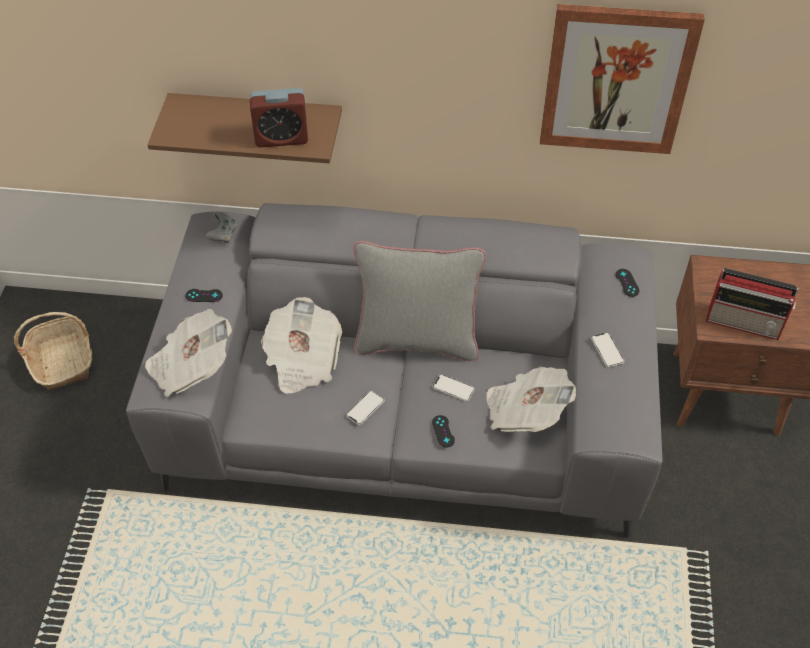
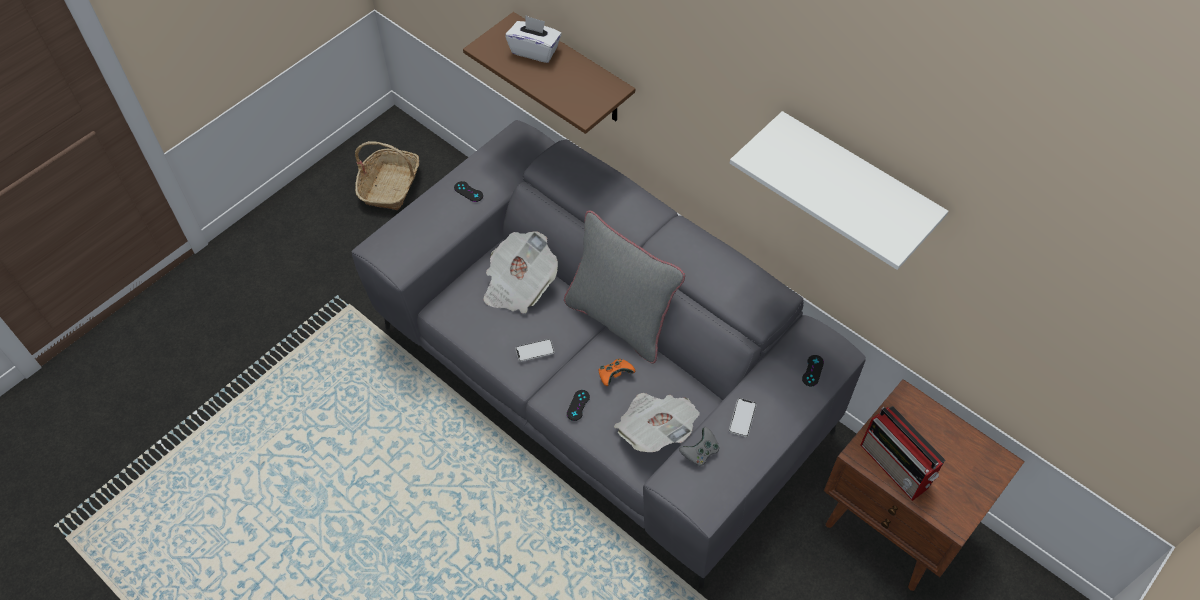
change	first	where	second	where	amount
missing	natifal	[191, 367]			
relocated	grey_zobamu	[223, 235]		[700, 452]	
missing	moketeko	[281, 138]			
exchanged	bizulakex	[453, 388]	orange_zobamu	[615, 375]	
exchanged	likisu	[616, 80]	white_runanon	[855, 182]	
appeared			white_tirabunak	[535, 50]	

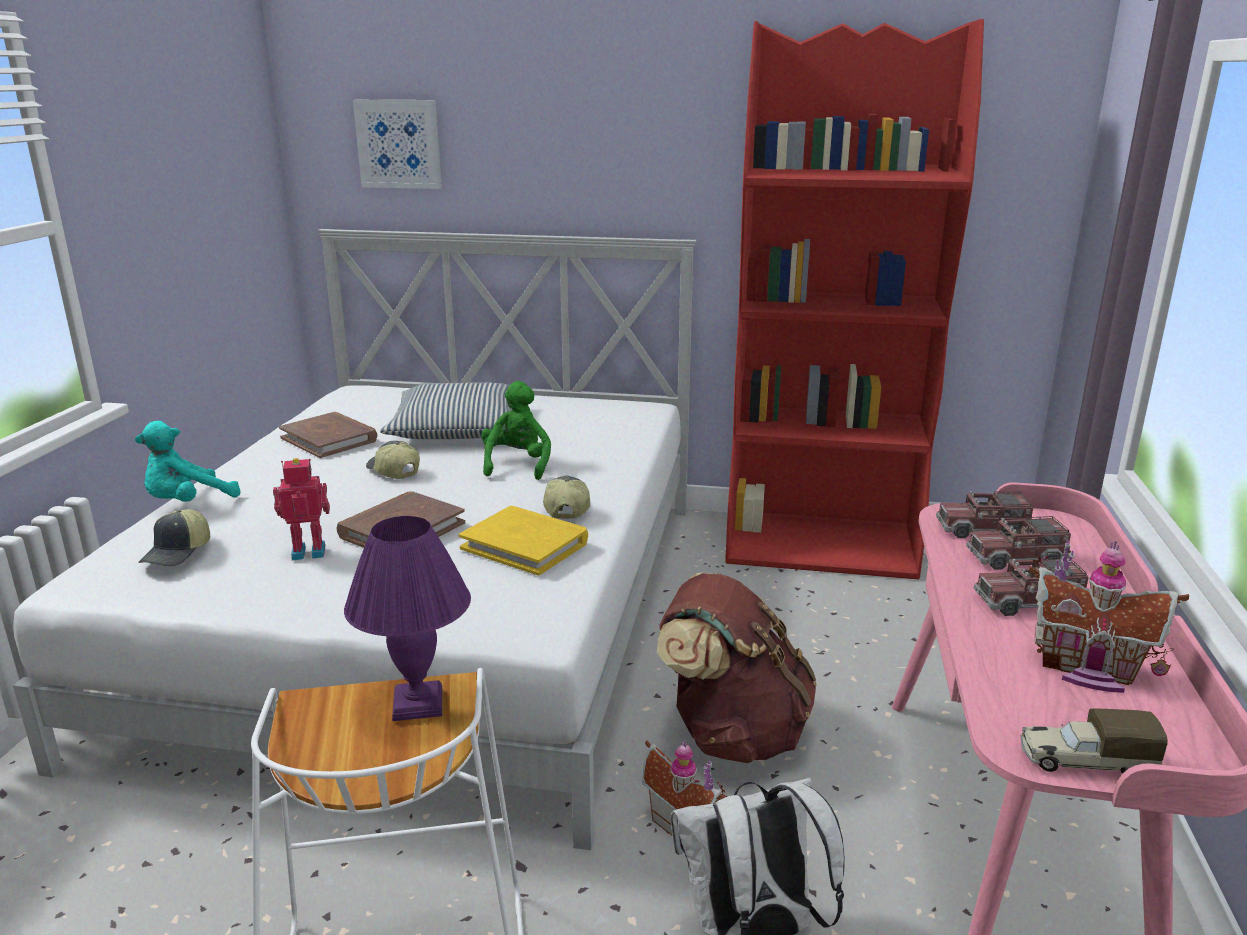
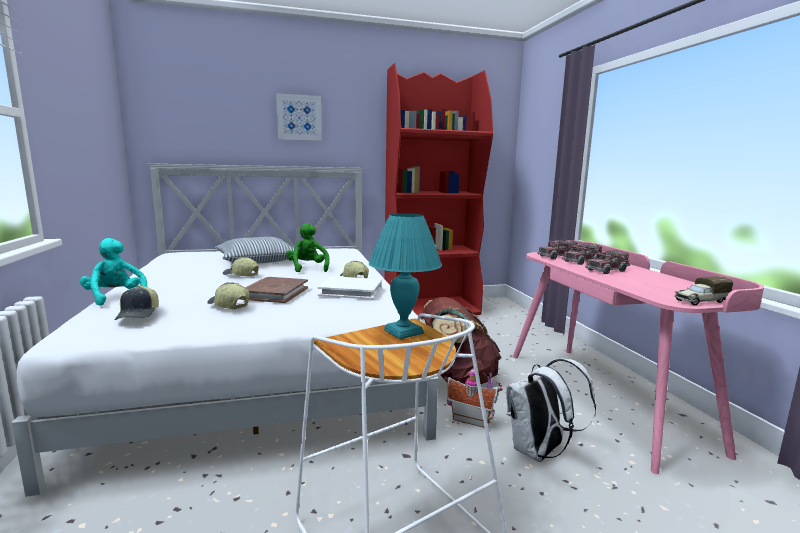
change	first	where	second	where	amount
spun	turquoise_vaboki	[188, 503]		[116, 298]	120 degrees clockwise
exchanged	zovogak	[309, 551]	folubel	[228, 305]	
missing	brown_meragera	[329, 439]			
colour	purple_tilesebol	[416, 704]	turquoise_tilesebol	[403, 332]	
relocated	likisu	[399, 144]		[299, 117]	
colour	yellow_meragera	[525, 545]	white_meragera	[351, 291]	
missing	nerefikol	[1088, 672]			

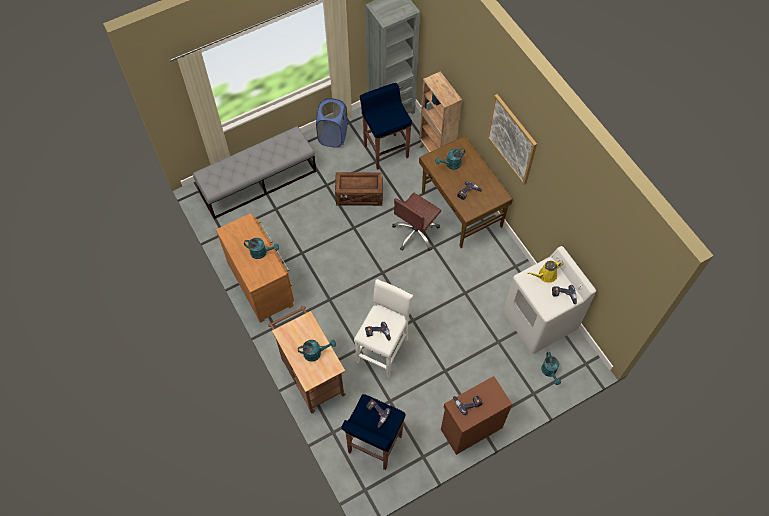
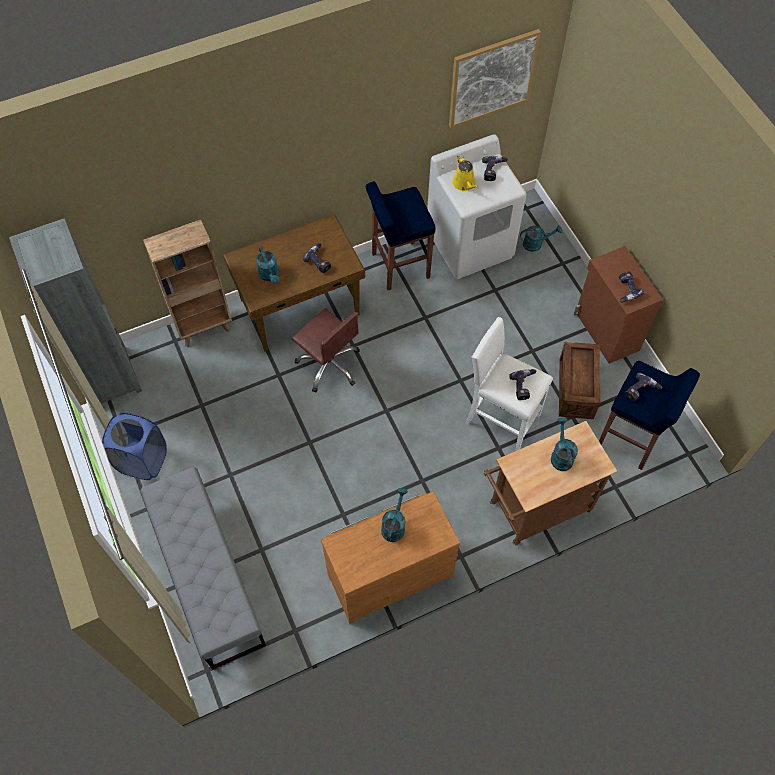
change	first	where	second	where	amount
relocated	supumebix	[359, 195]		[576, 389]	
relocated	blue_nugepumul	[386, 151]		[399, 266]	
relocated	likisu	[512, 139]		[492, 78]	

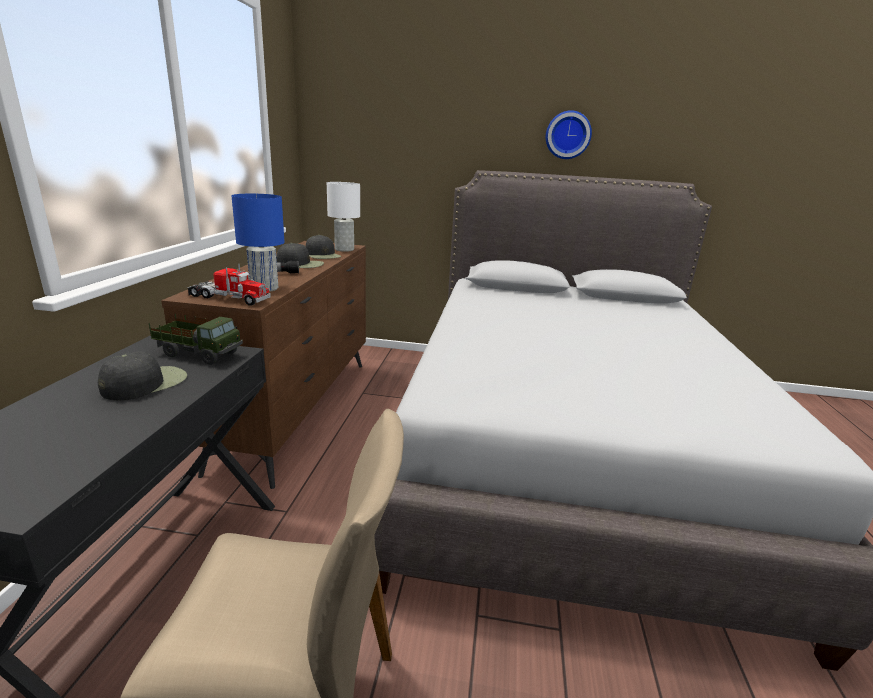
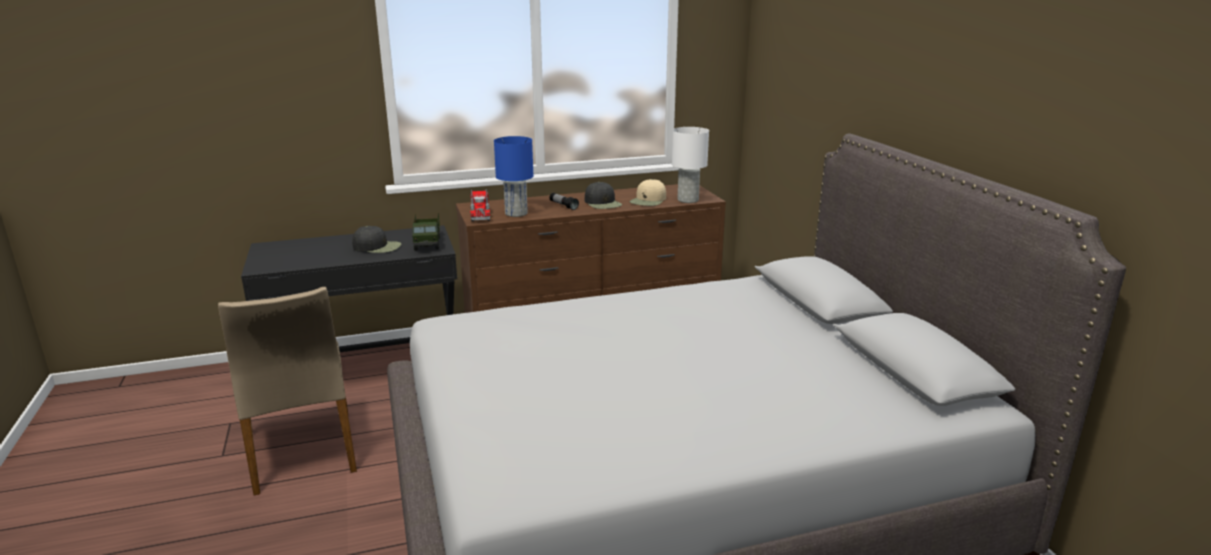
change	first	where	second	where	amount
colour	black_folubel	[323, 255]	beige_folubel	[648, 200]	
missing	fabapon	[568, 135]			

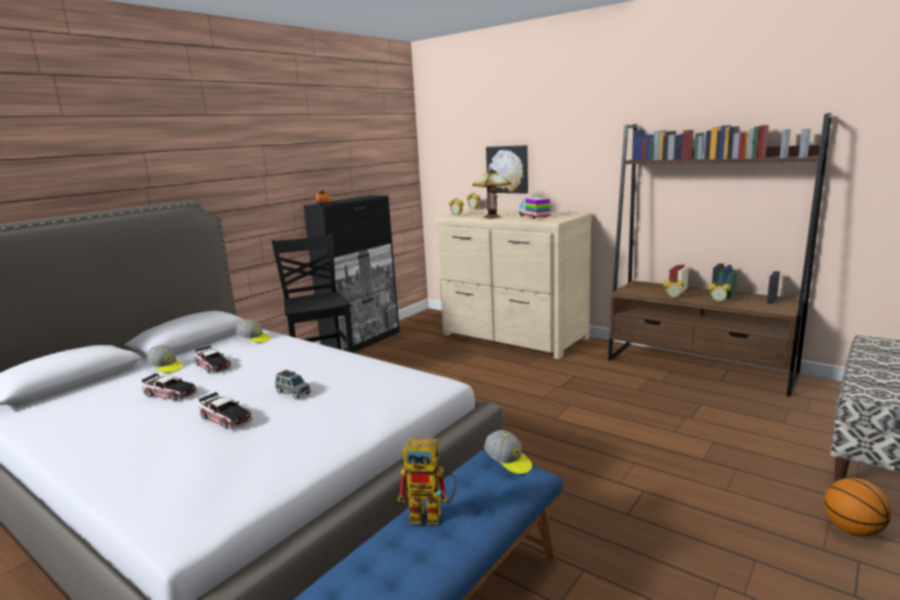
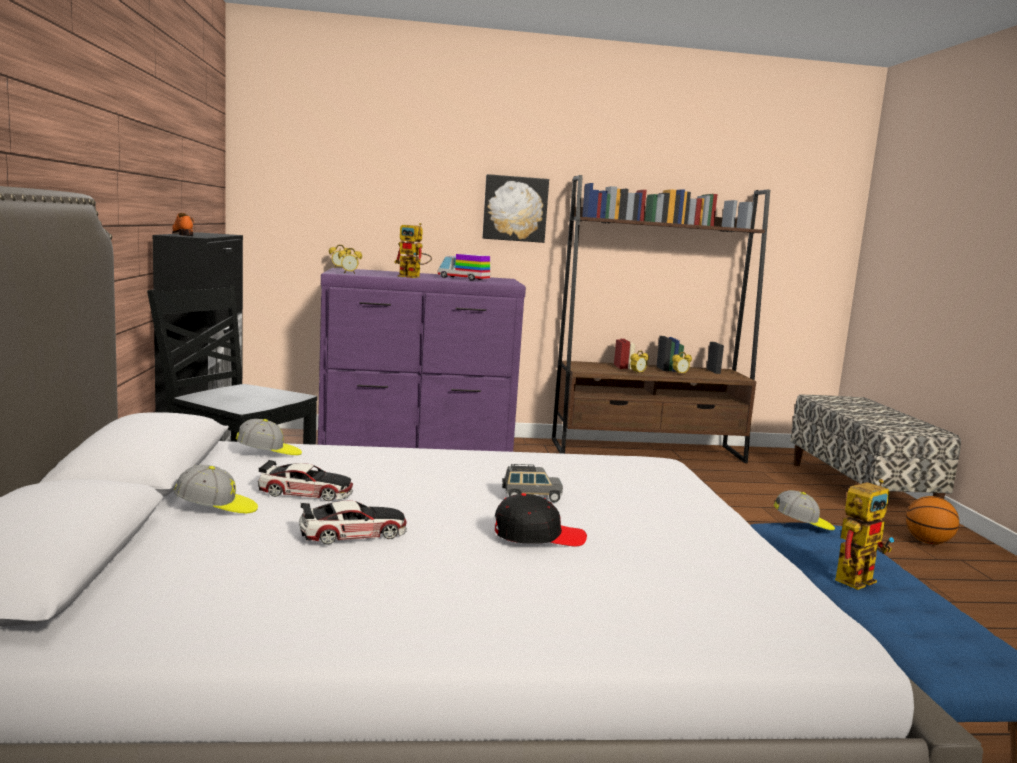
change	first	where	second	where	amount
exchanged	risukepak	[226, 418]	black_folubel	[538, 536]	
colour	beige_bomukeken	[513, 337]	purple_bomukeken	[417, 447]	
exchanged	tilesebol	[493, 217]	zovogak	[414, 277]	
relocated	likisu	[508, 169]		[515, 209]	

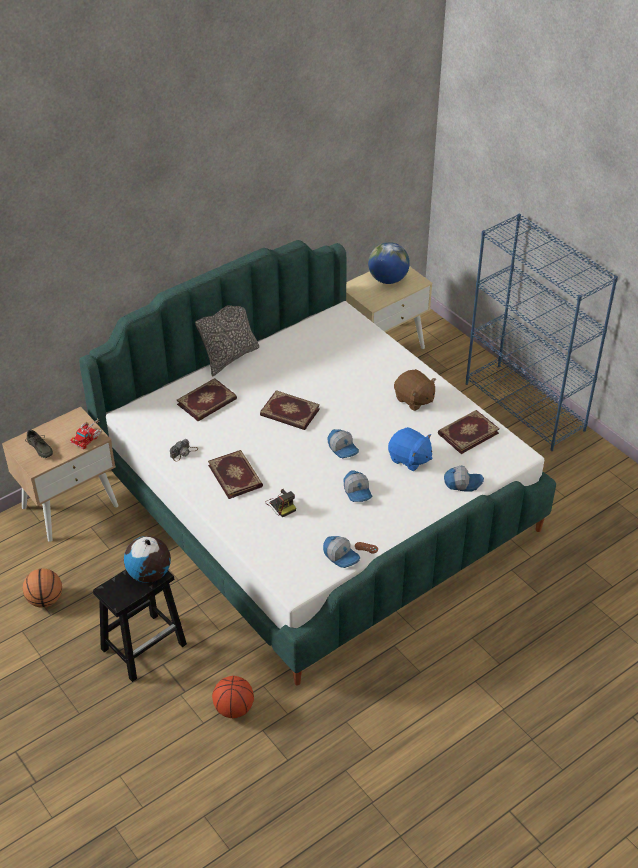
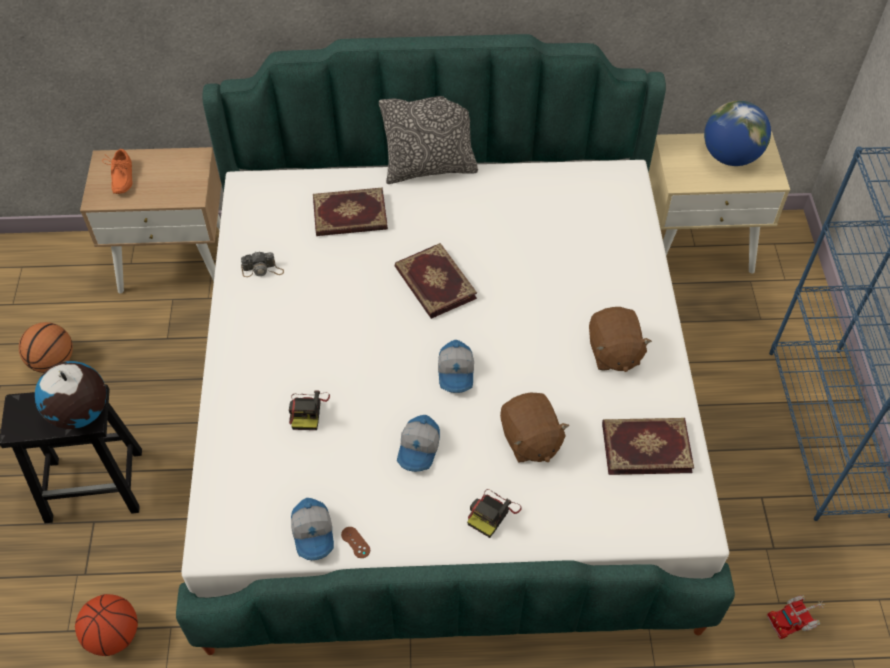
change	first	where	second	where	amount
colour	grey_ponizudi	[39, 449]	orange_ponizudi	[121, 178]	
relocated	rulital	[88, 437]		[795, 618]	
missing	meragera	[236, 475]			
colour	blue_vaboki	[409, 459]	brown_vaboki	[530, 440]	
missing	folubel	[462, 483]			
appeared			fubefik	[492, 513]	

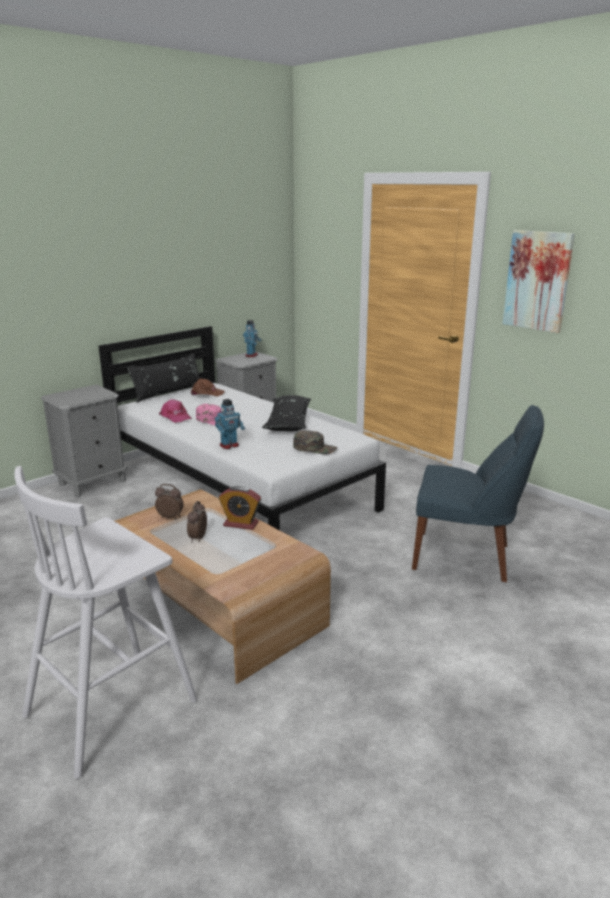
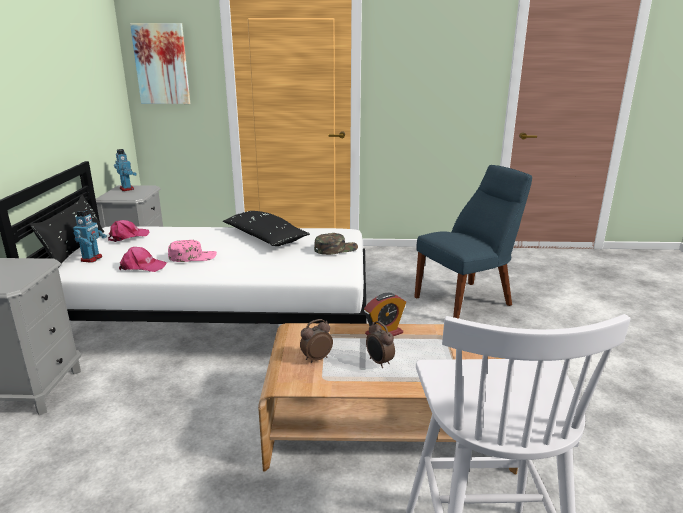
change	first	where	second	where	amount
colour	brown_folubel	[207, 393]	pink_folubel	[128, 236]	
relocated	zovogak	[229, 445]		[92, 259]	
relocated	likisu	[538, 281]		[161, 64]	

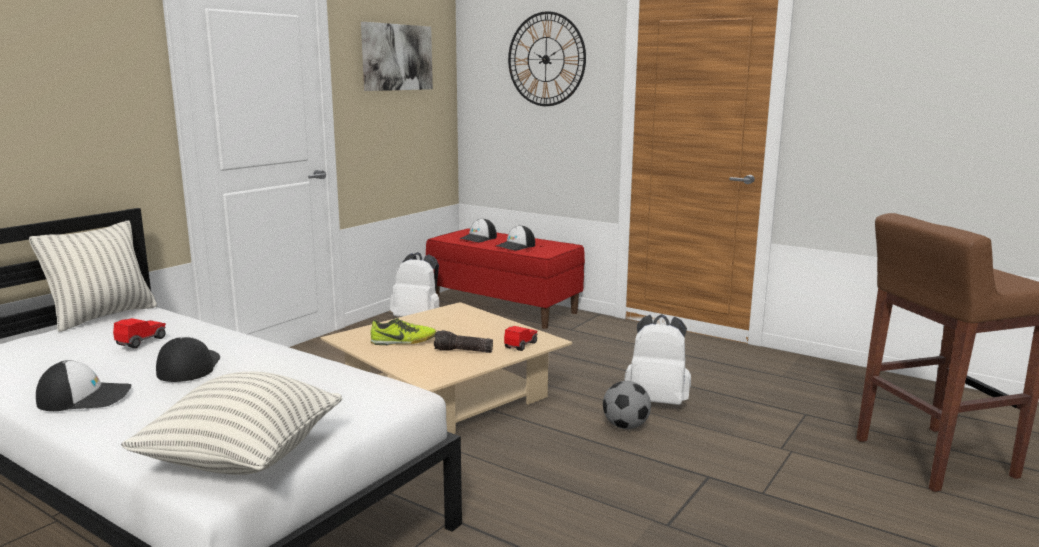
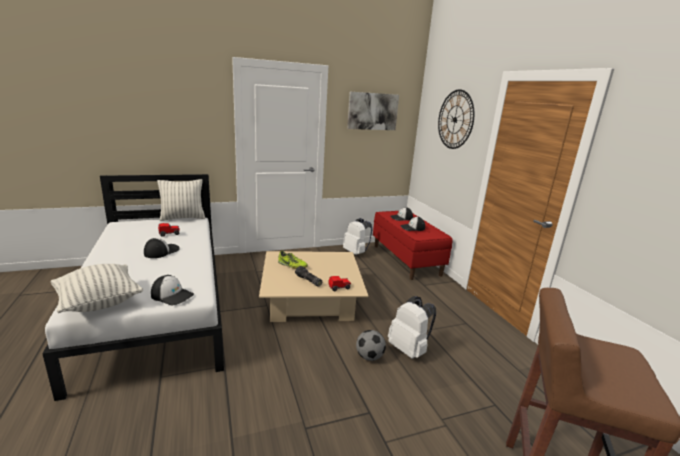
change	first	where	second	where	amount
relocated	folubel	[85, 397]		[172, 295]	

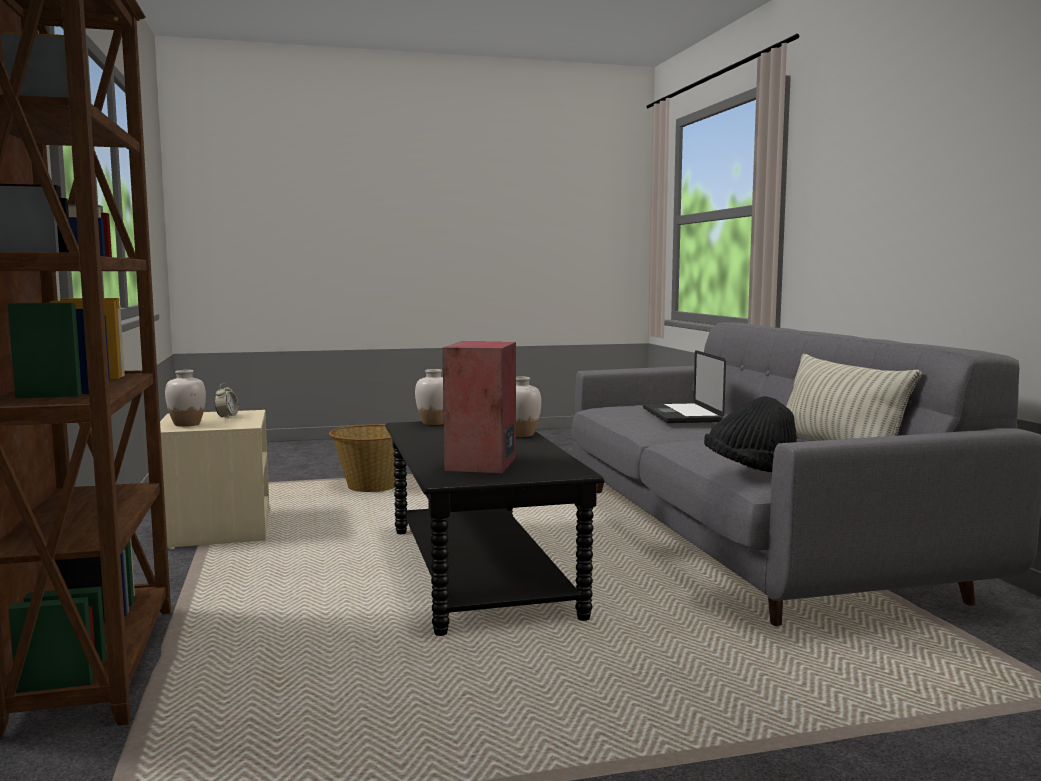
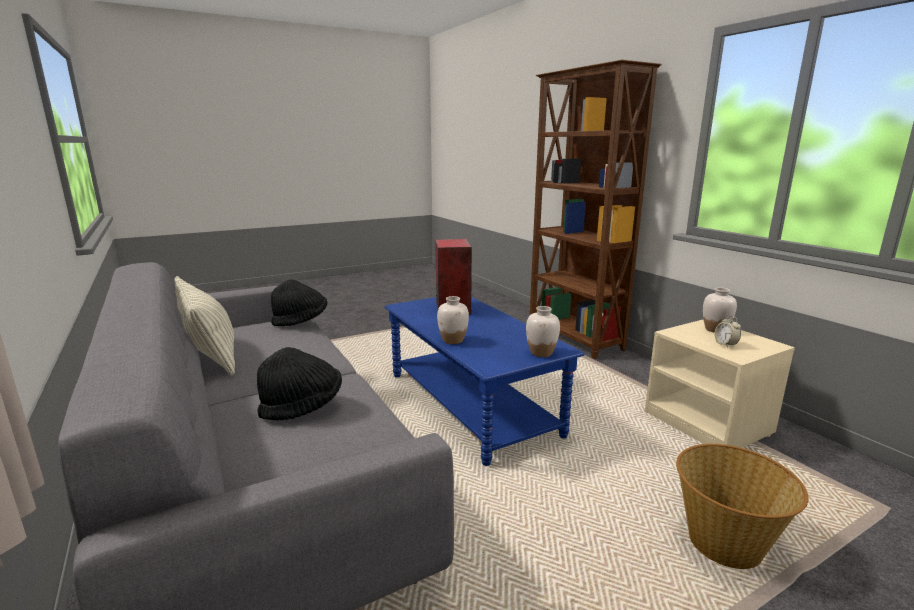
change	first	where	second	where	amount
colour	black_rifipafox	[479, 571]	blue_rifipafox	[470, 403]	
exchanged	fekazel	[681, 415]	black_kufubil	[302, 407]	

